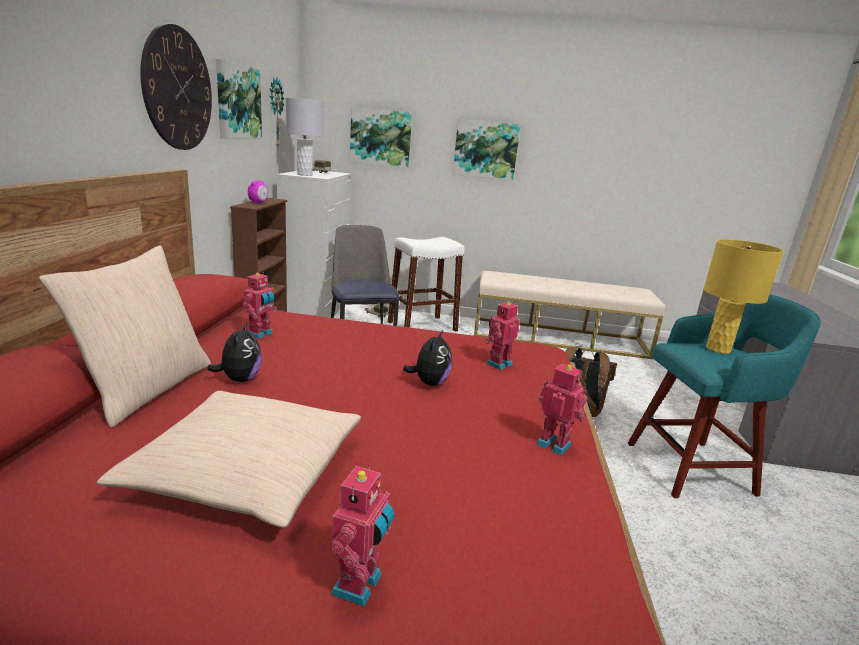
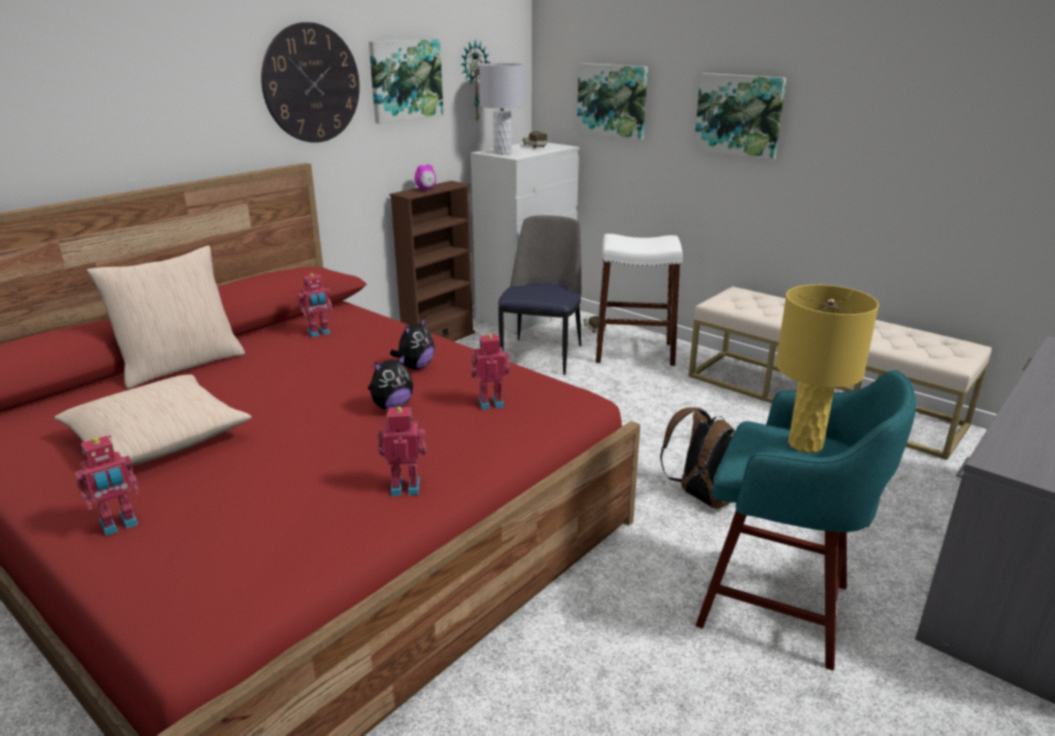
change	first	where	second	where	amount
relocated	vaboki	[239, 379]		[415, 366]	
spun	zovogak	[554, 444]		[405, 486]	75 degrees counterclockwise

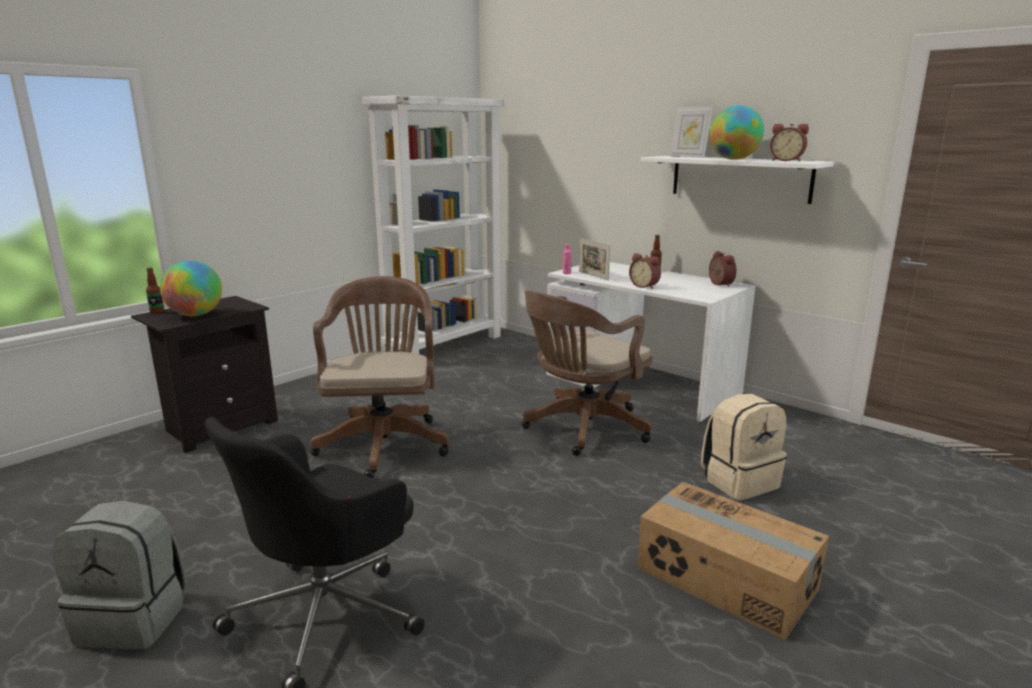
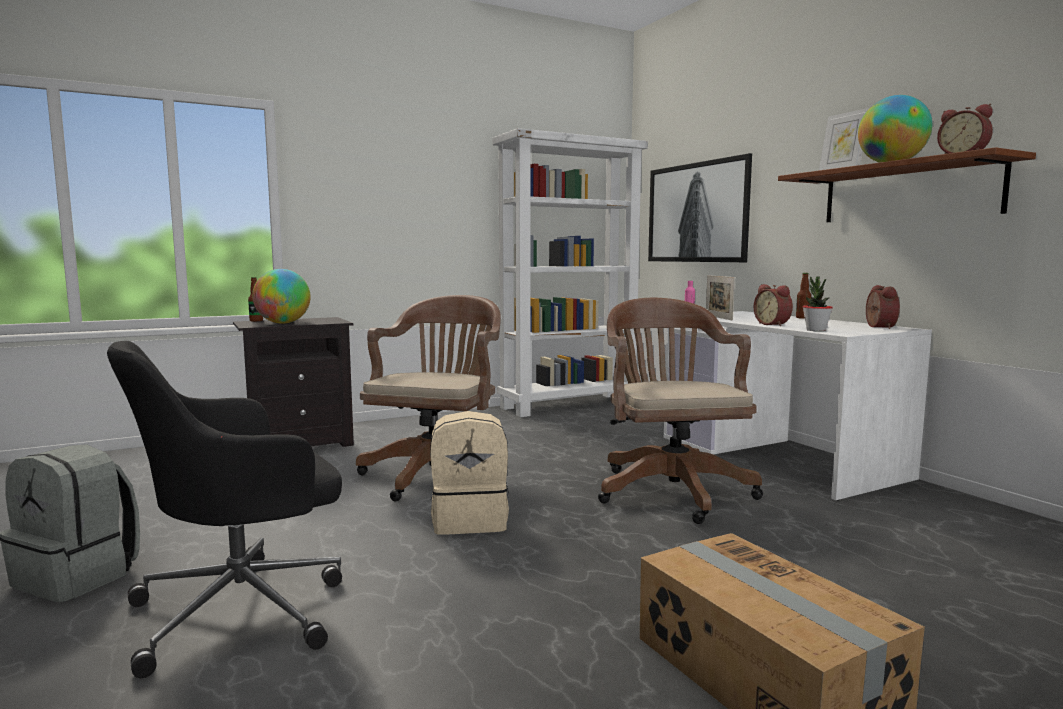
change	first	where	second	where	amount
spun	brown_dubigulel	[582, 429]		[670, 489]	105 degrees clockwise
colour	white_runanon	[739, 178]	brown_runanon	[908, 193]	
relocated	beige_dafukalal	[739, 481]		[470, 520]	
appeared			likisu	[696, 212]	
appeared			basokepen	[815, 330]	

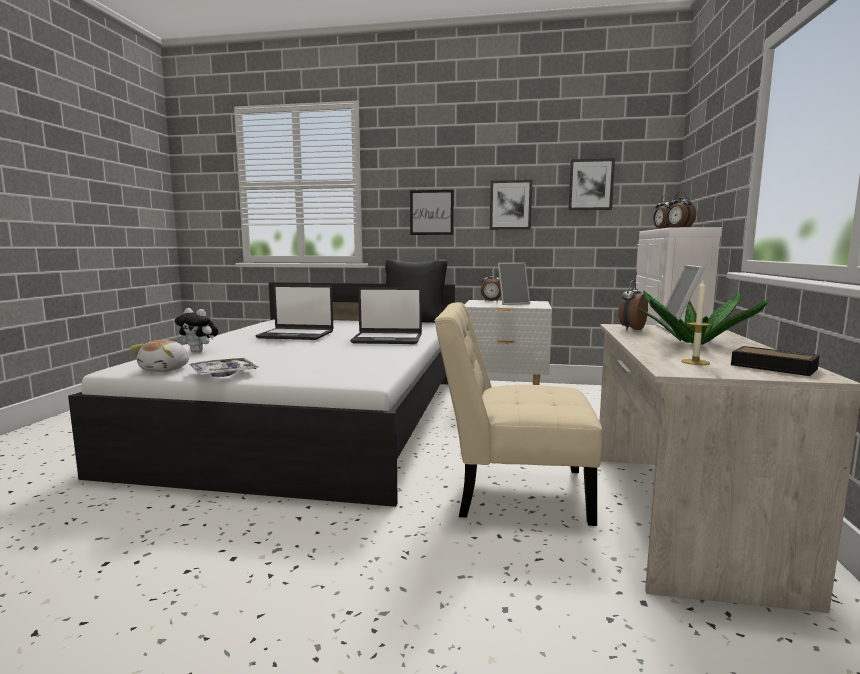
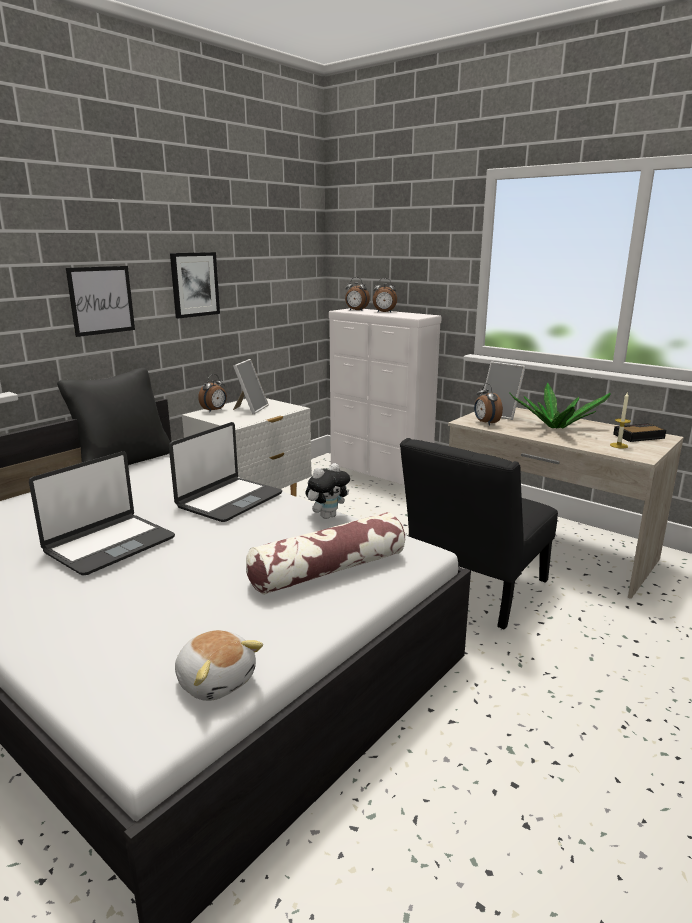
change	first	where	second	where	amount
relocated	vaboki	[199, 351]		[327, 516]	
missing	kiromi	[224, 373]			
colour	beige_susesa	[513, 491]	black_susesa	[473, 590]	
missing	likisu	[590, 185]			
appeared			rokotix	[328, 570]	

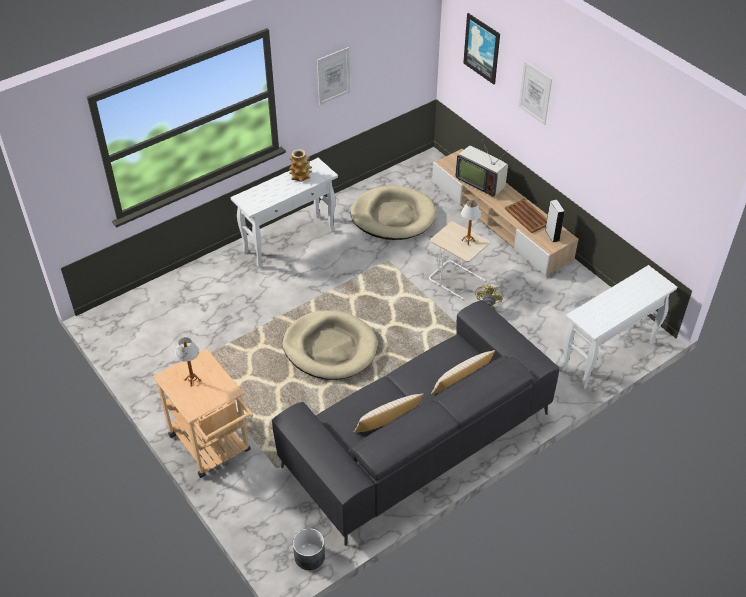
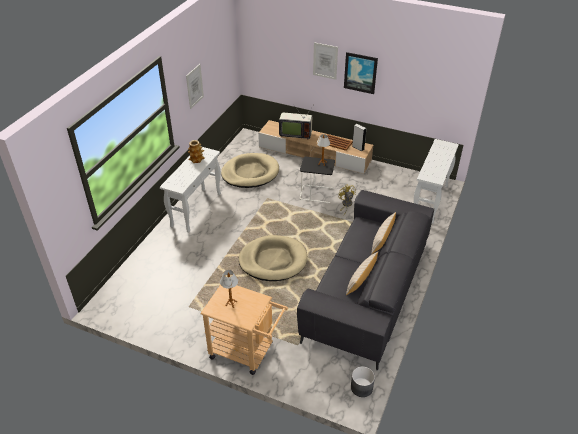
change	first	where	second	where	amount
colour	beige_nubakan	[457, 280]	black_nubakan	[317, 194]	
relocated	likisu	[482, 48]		[360, 72]	

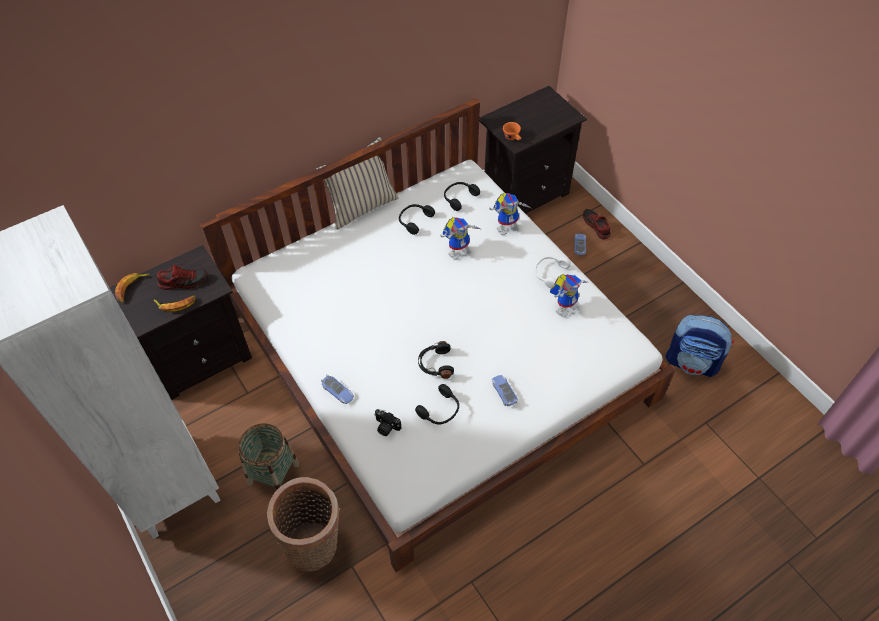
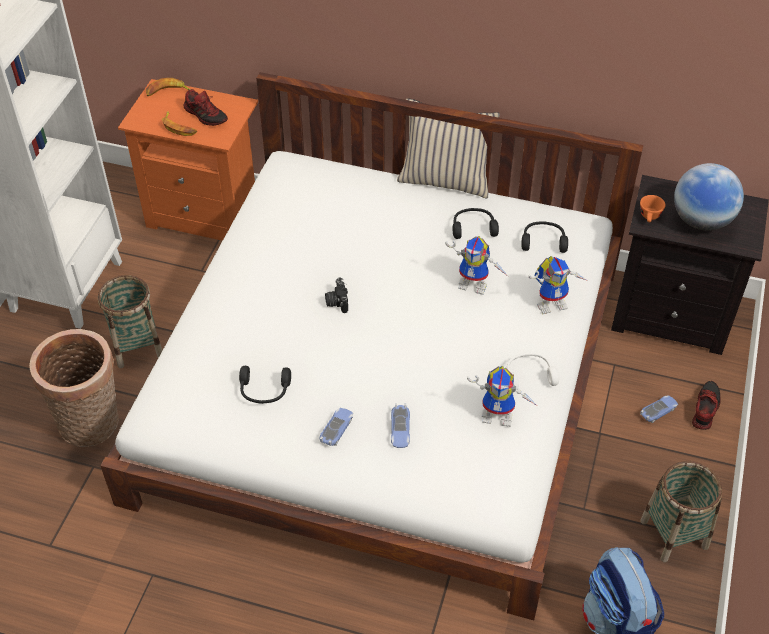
change	first	where	second	where	amount
colour	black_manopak	[200, 357]	orange_manopak	[206, 214]	
relocated	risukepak	[338, 391]		[400, 429]	
relocated	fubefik	[386, 427]		[337, 302]	
missing	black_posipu	[435, 364]			
spun	zovogak	[508, 226]		[552, 303]	45 degrees counterclockwise
appeared			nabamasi	[674, 534]	
appeared			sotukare	[701, 220]	

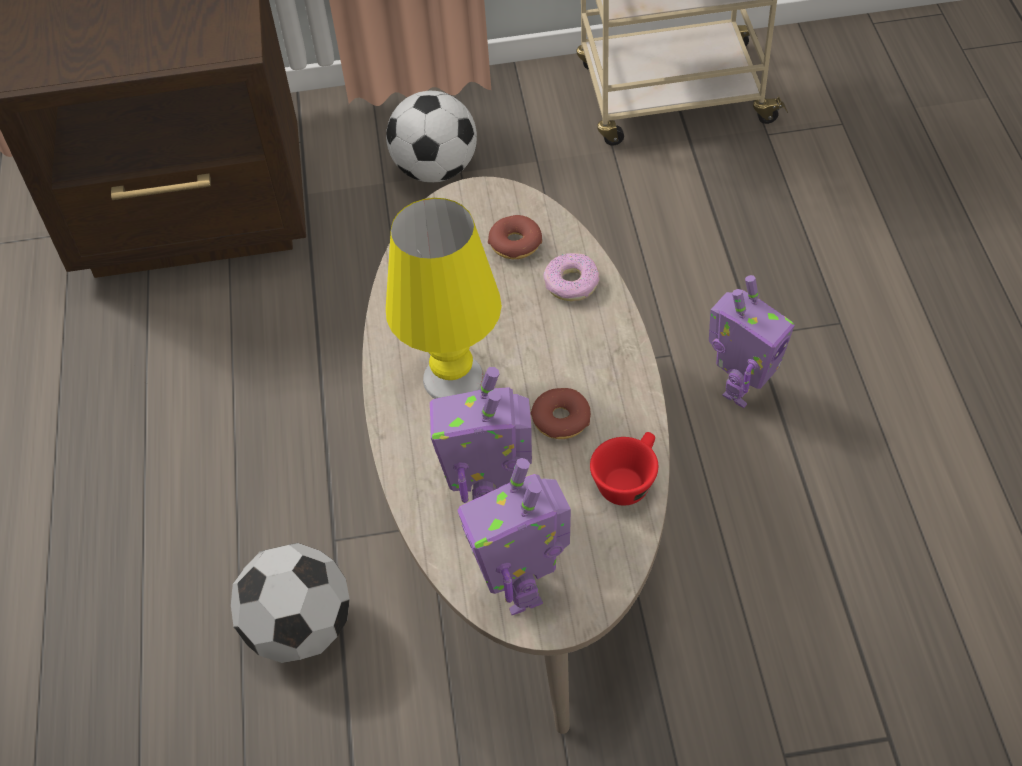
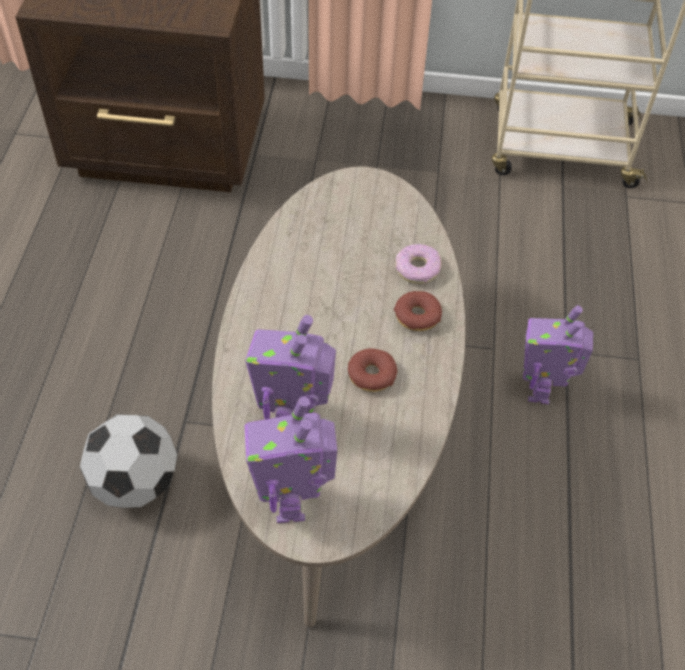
change	first	where	second	where	amount
missing	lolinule	[435, 169]			
missing	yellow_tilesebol	[454, 378]			
relocated	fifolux	[515, 244]		[417, 316]	
missing	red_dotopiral	[627, 480]			
spun	zovogak	[741, 387]		[542, 389]	135 degrees clockwise

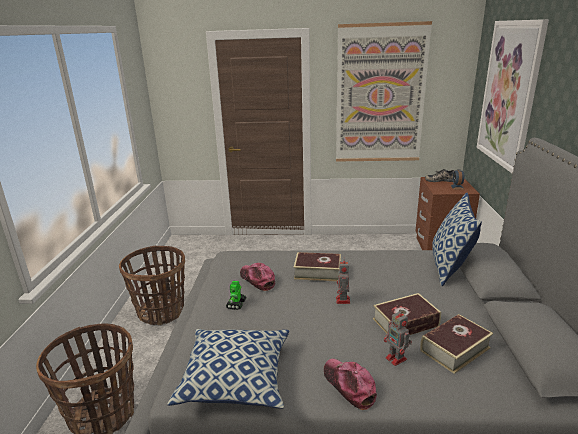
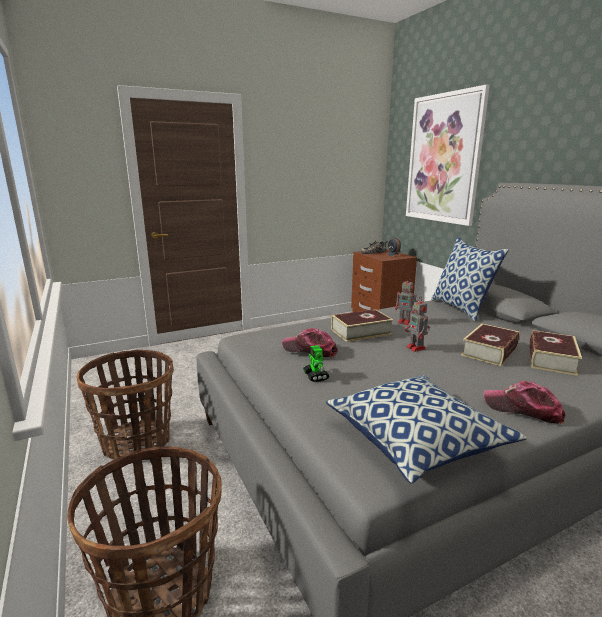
change	first	where	second	where	amount
missing	likisu	[380, 95]			
relocated	zovogak	[396, 359]		[405, 322]	

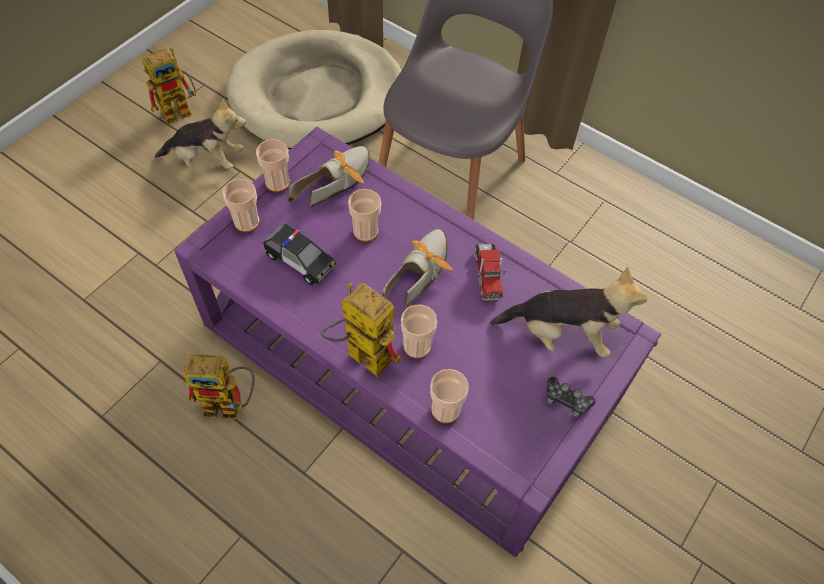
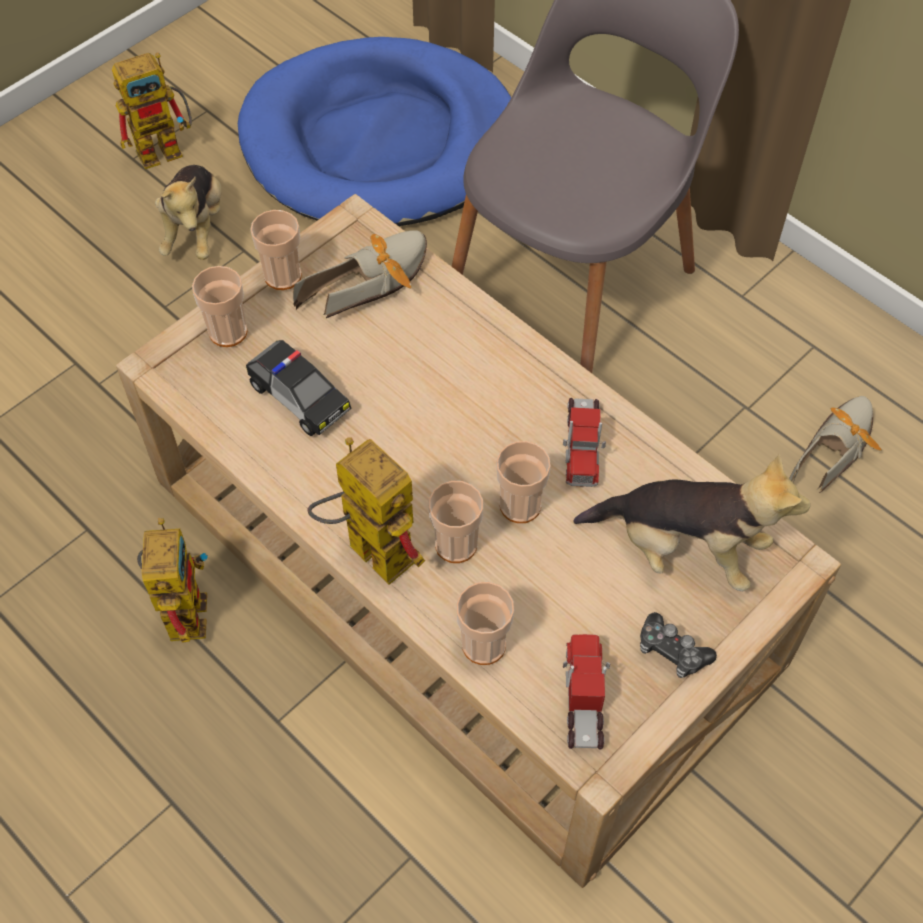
change	first	where	second	where	amount
spun	vaboki	[206, 160]		[195, 229]	75 degrees clockwise
colour	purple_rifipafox	[406, 363]	beige_rifipafox	[458, 572]	
spun	zovogak	[231, 404]		[183, 605]	105 degrees counterclockwise
colour	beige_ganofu	[318, 96]	blue_ganofu	[380, 143]	
relocated	dotopiral	[365, 231]		[520, 505]	
relocated	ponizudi	[419, 271]		[835, 447]	
appeared			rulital	[584, 697]	

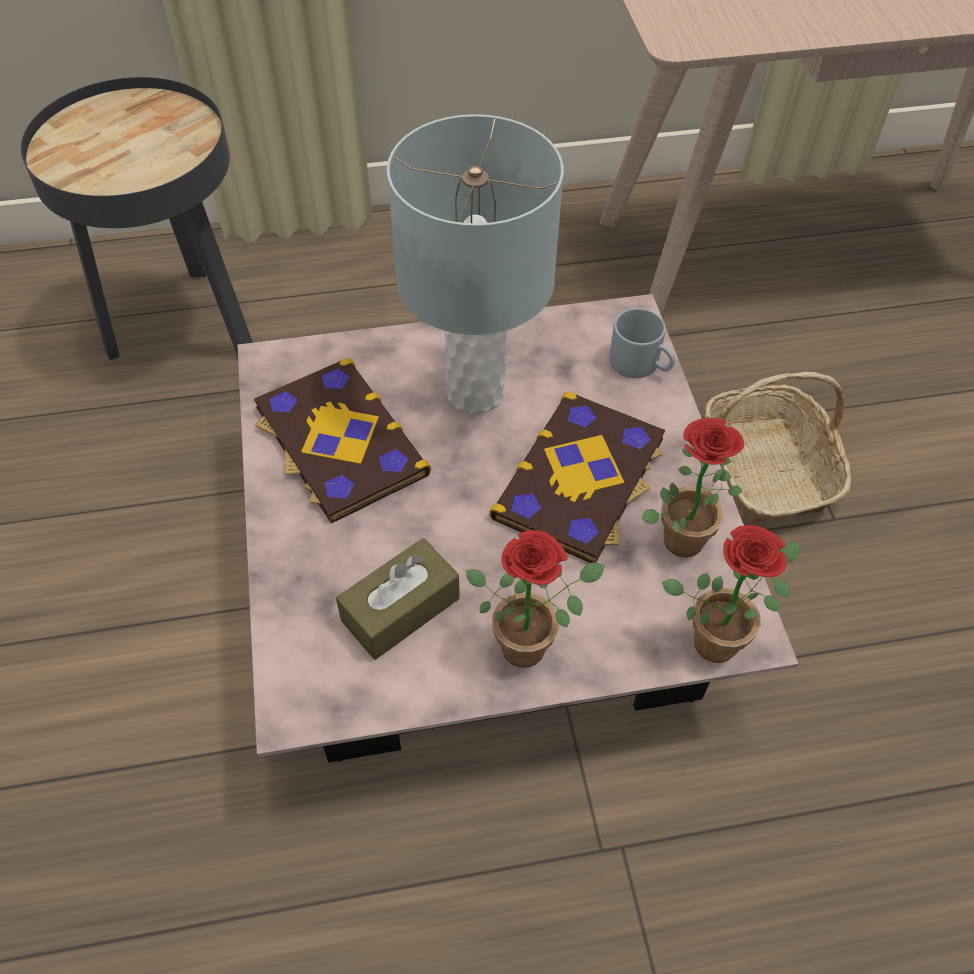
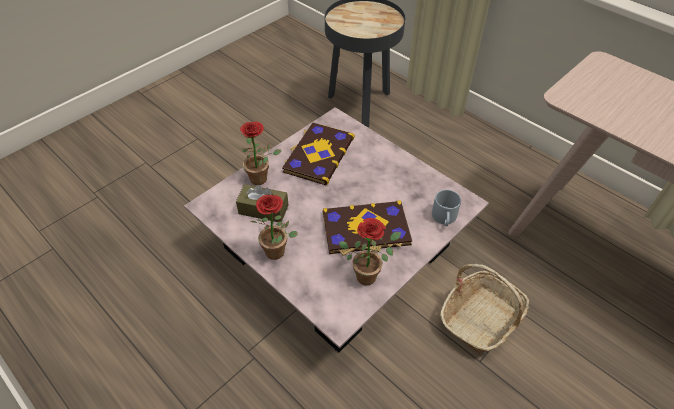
change	first	where	second	where	amount
missing	grey_tilesebol	[475, 393]			
relocated	basokepen	[720, 636]		[262, 179]	

